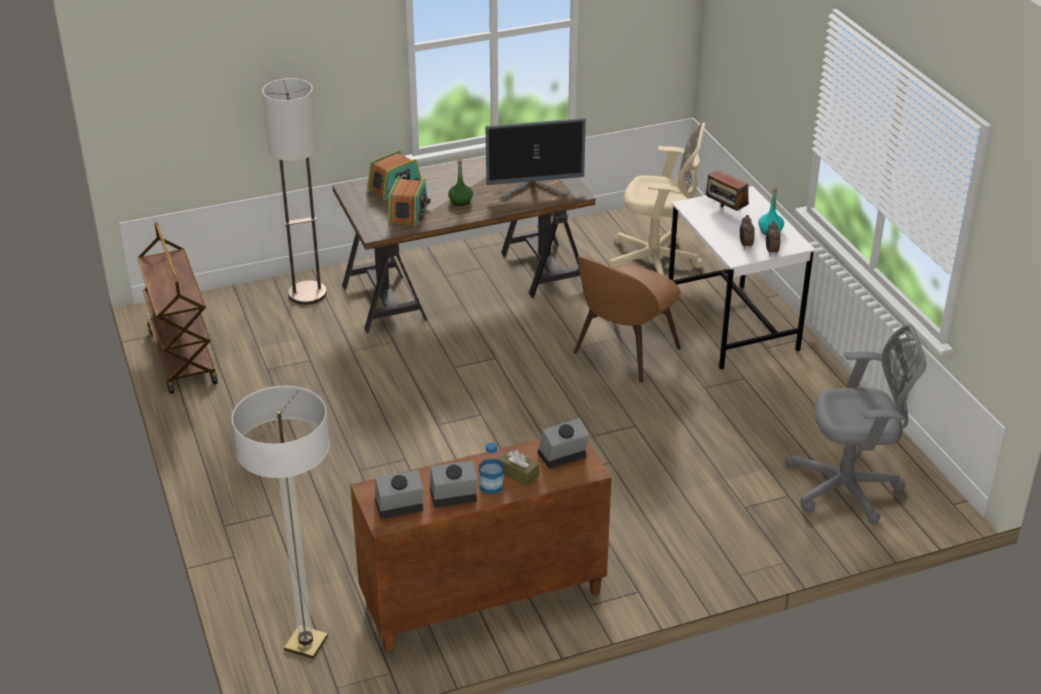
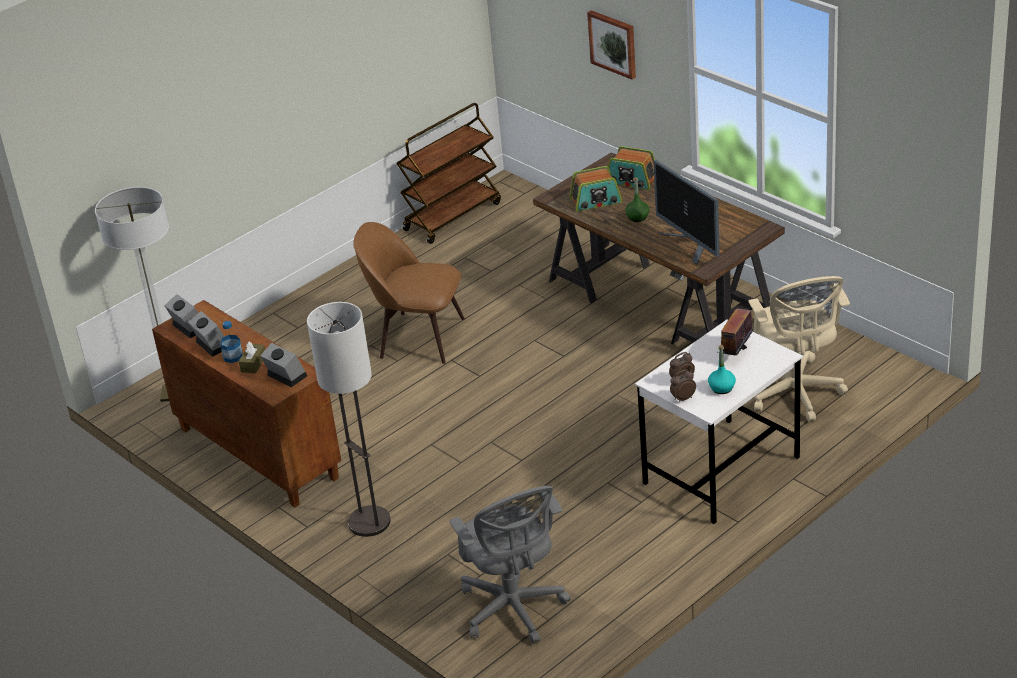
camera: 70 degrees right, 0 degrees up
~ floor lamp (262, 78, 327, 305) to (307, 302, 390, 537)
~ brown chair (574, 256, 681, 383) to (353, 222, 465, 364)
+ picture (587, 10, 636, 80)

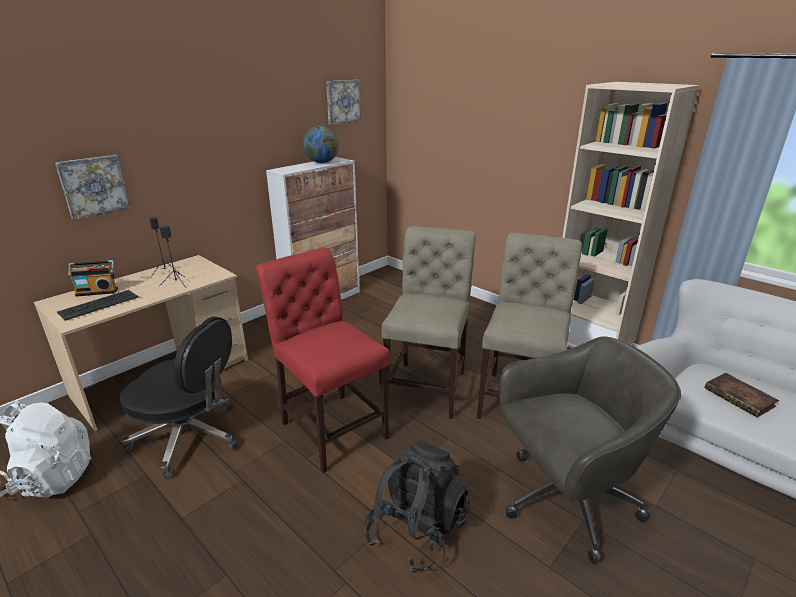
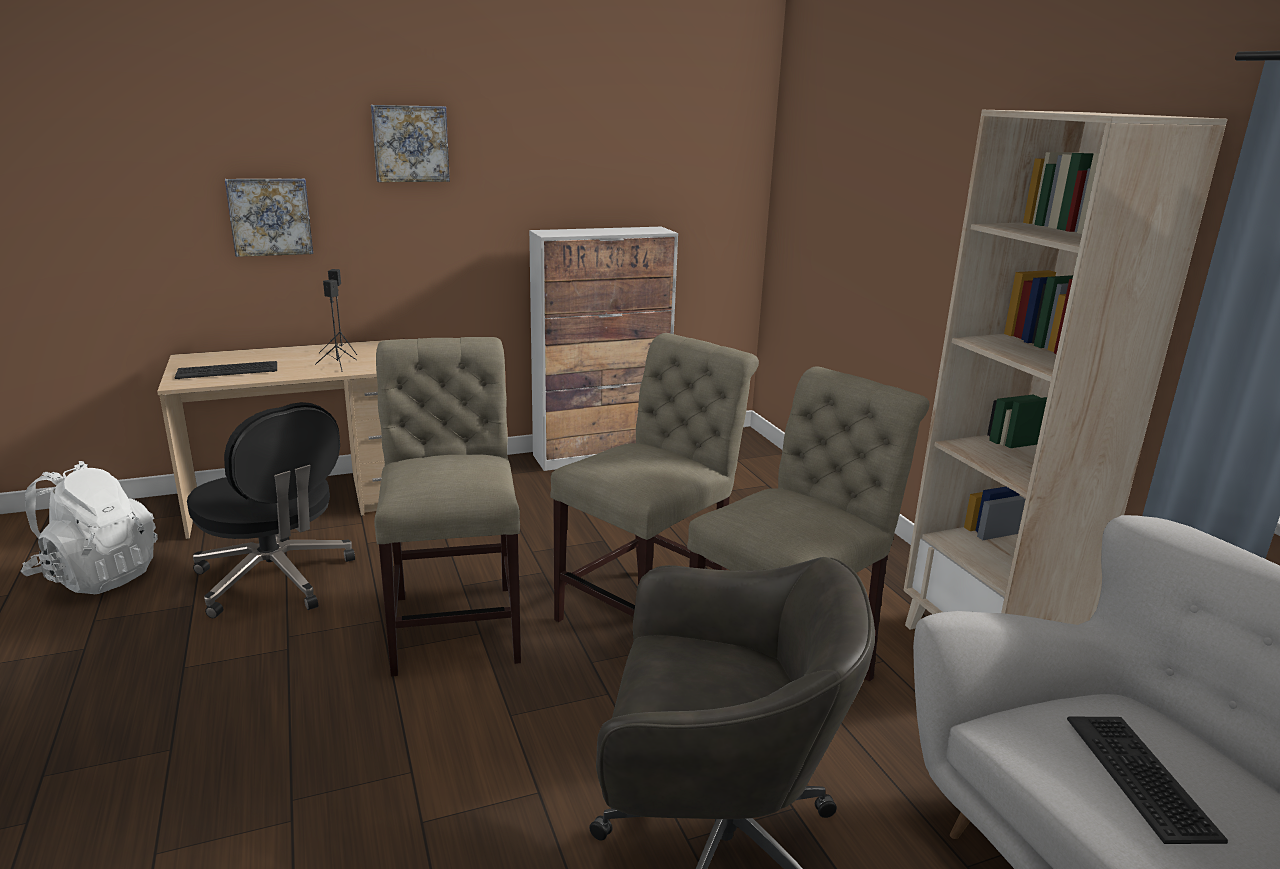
camera: 25 degrees right, 5 degrees down
- radio (68, 260, 118, 296)
~ red chair (256, 248, 390, 473) to beige chair (374, 337, 521, 677)
- globe (303, 126, 339, 163)
~ picture (326, 80, 361, 125) to (371, 105, 450, 182)
- black backpack (364, 441, 470, 573)
~ book (705, 373, 779, 418) to keyboard (1067, 717, 1228, 844)

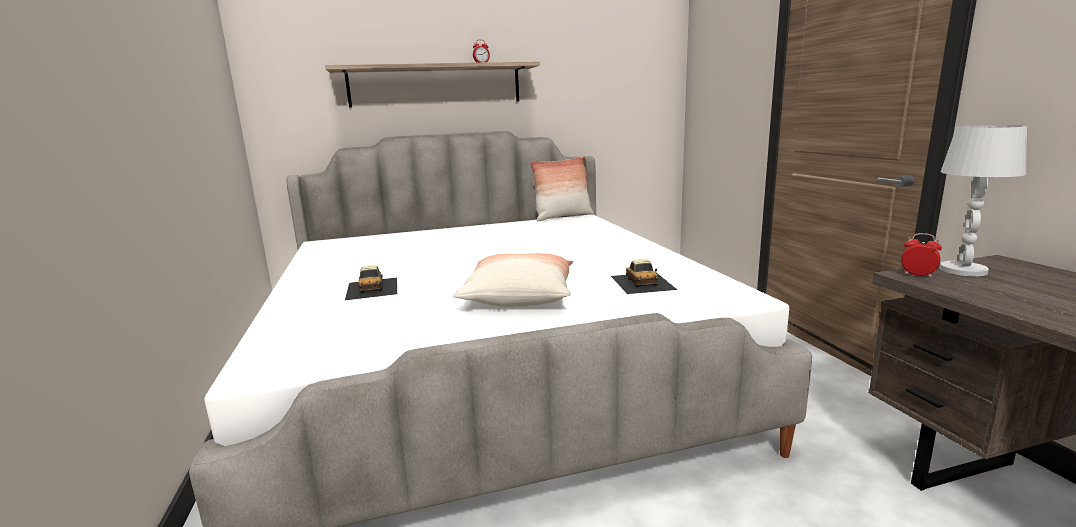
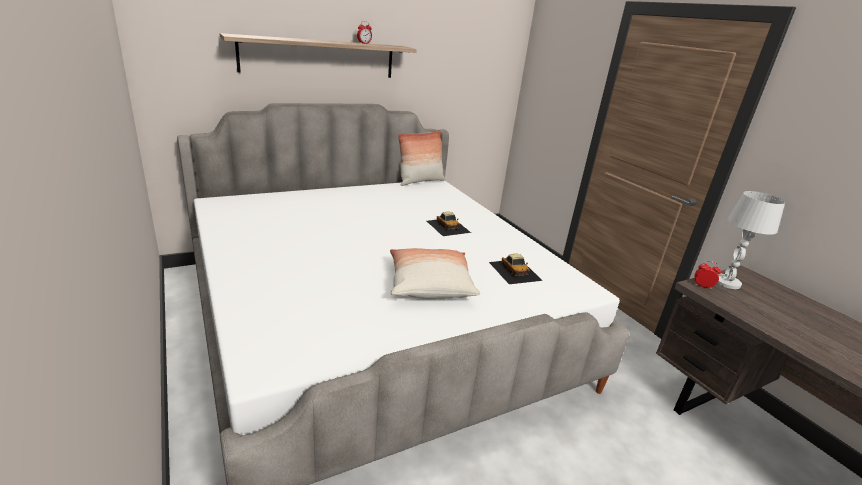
camera: 15 degrees left, 10 degrees up
~ toy car (345, 266, 397, 300) to (427, 212, 471, 236)

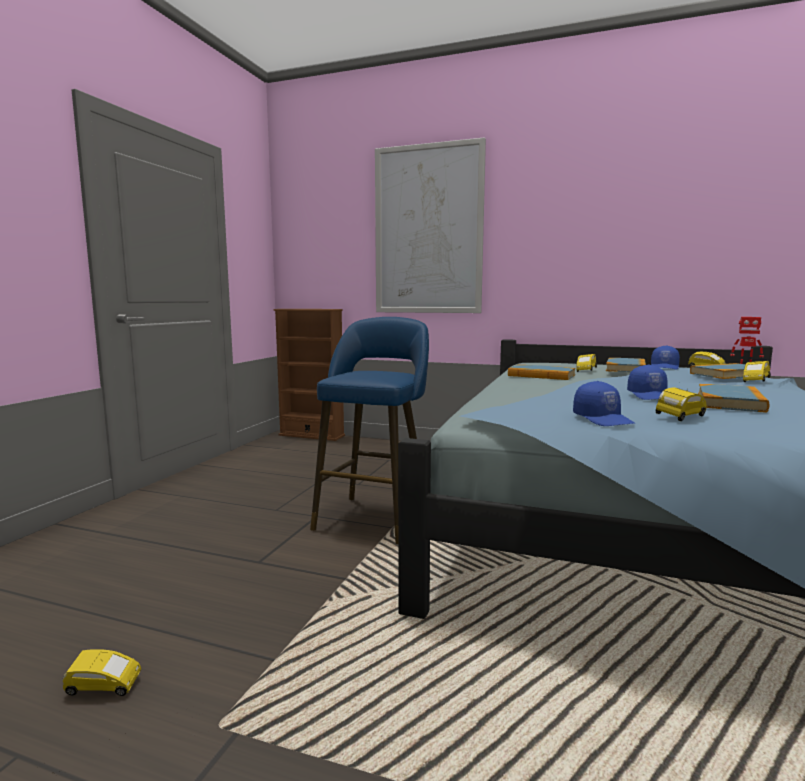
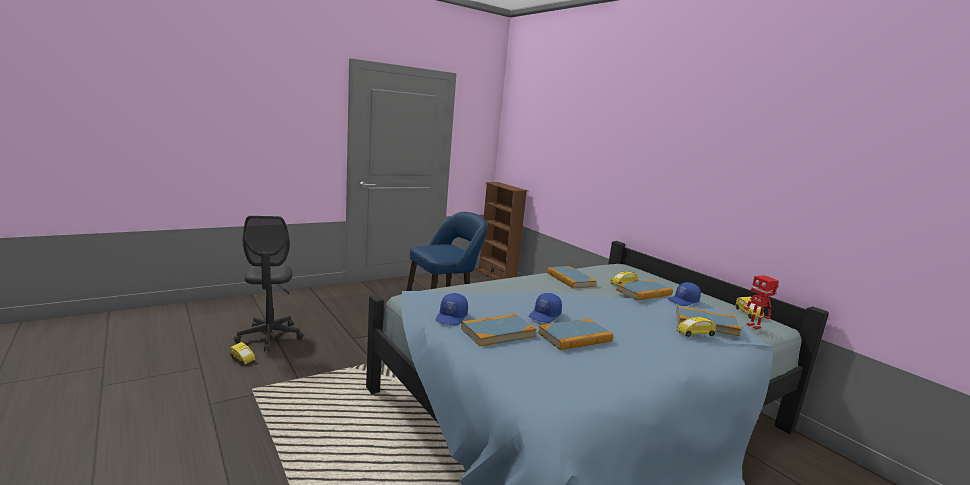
camera: 35 degrees right, 5 degrees up
- picture (375, 138, 486, 313)
~ yellow toy car (656, 387, 707, 421) to book (461, 314, 537, 346)
+ grey office chair (234, 216, 303, 351)

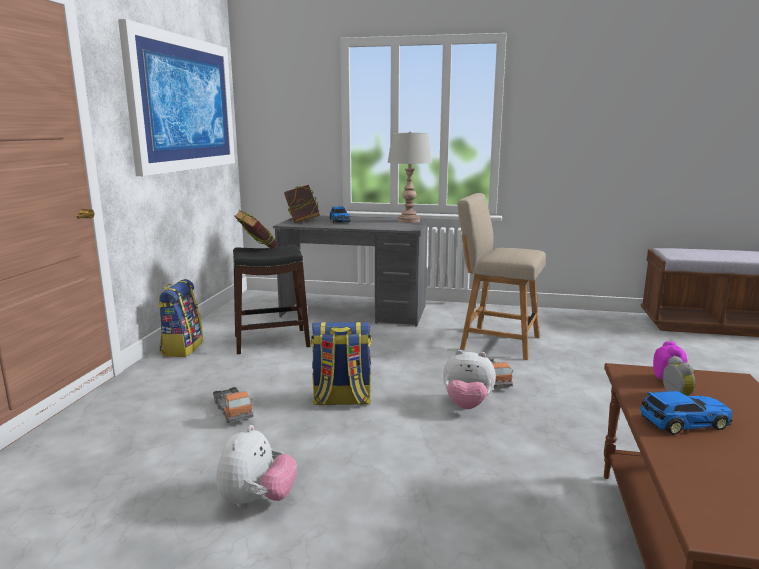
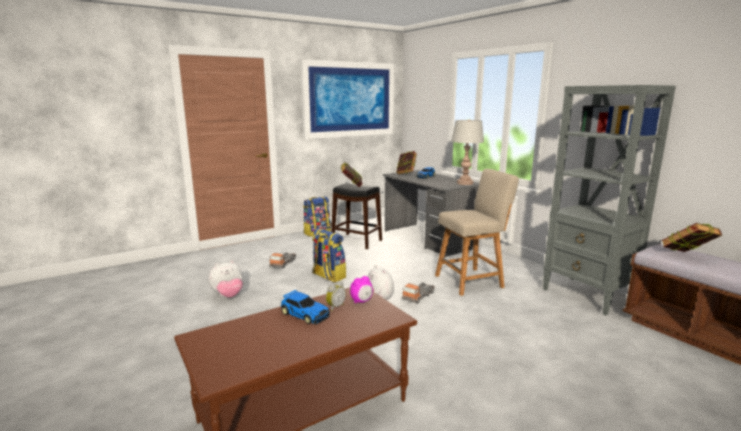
camera: 45 degrees right, 0 degrees up
~ beige chair (458, 193, 546, 360) = (435, 169, 519, 296) 90 degrees clockwise
+ grey bookcase (543, 85, 676, 315)
+ book (661, 223, 722, 252)

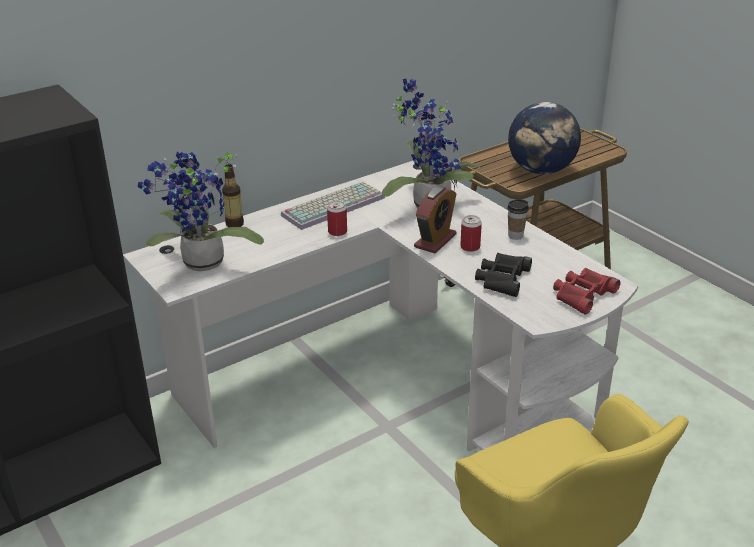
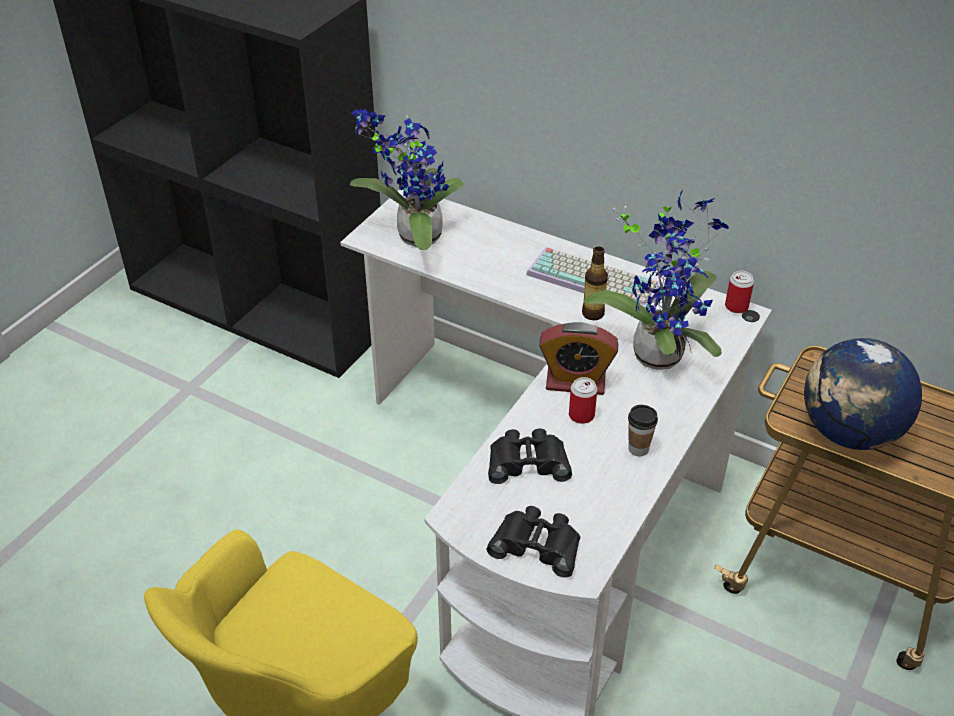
camera: 65 degrees right, 10 degrees up
~ bottle (222, 164, 244, 227) to (582, 246, 608, 320)
~ can (327, 201, 347, 236) to (725, 271, 754, 313)
~ red binoculars (553, 268, 621, 314) to black binoculars (487, 506, 581, 578)

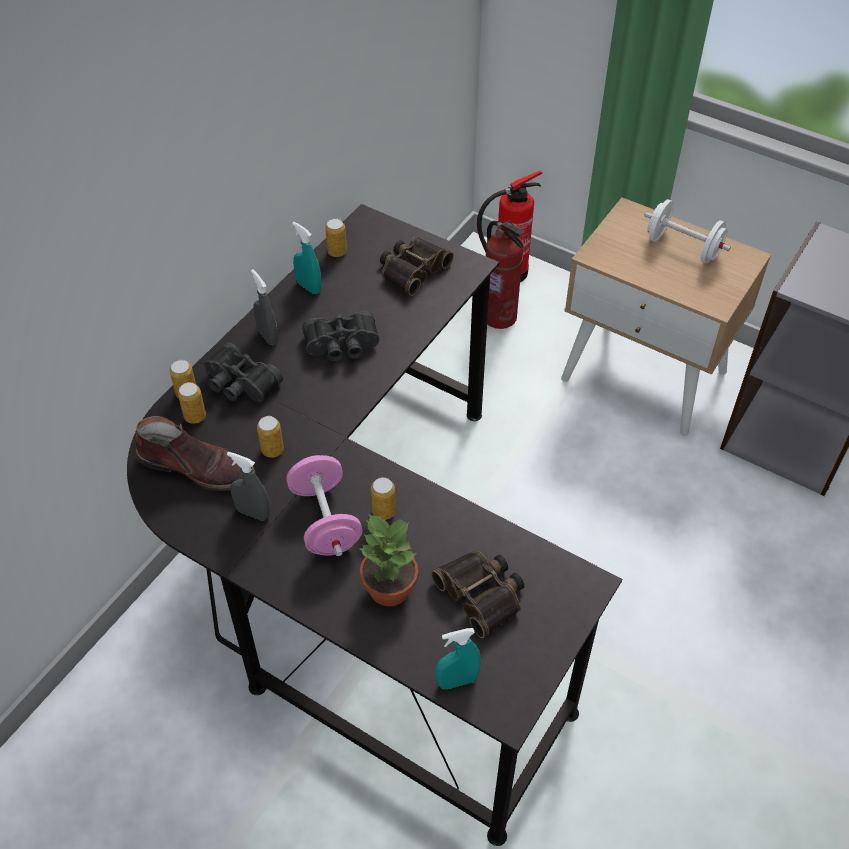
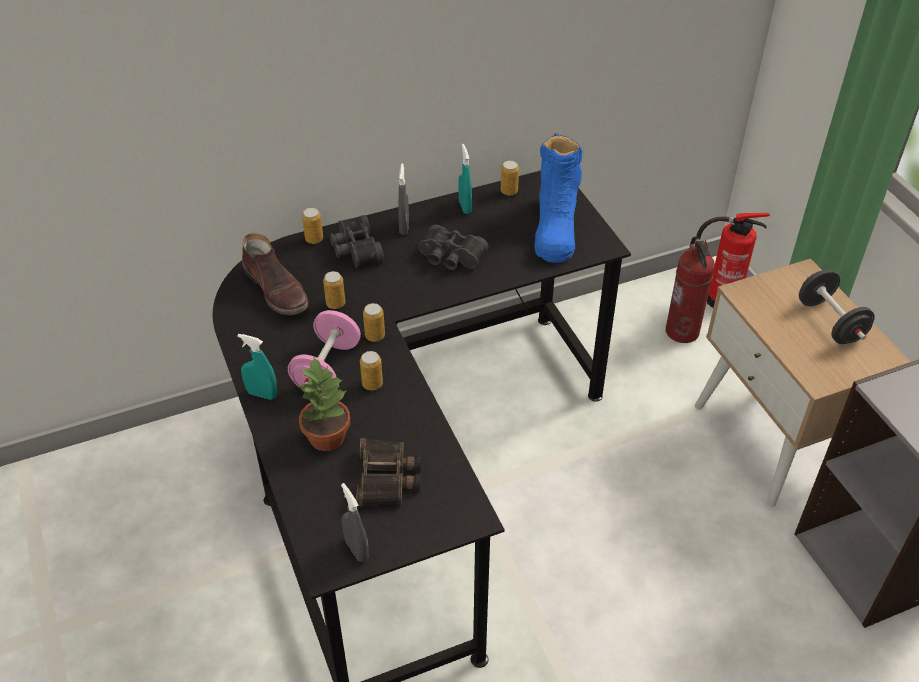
camera: 35 degrees right, 5 degrees down
~ can (178, 382, 206, 424) to (363, 303, 385, 342)
~ grey spray bottle (227, 452, 270, 521) to (341, 483, 369, 562)
~ binoculars (380, 236, 454, 296) to blue boot (534, 134, 582, 263)
~ turquoise spray bottle (436, 628, 481, 690) to (238, 334, 277, 400)
~ white dumbbell (644, 199, 731, 264) to black dumbbell (799, 269, 875, 344)

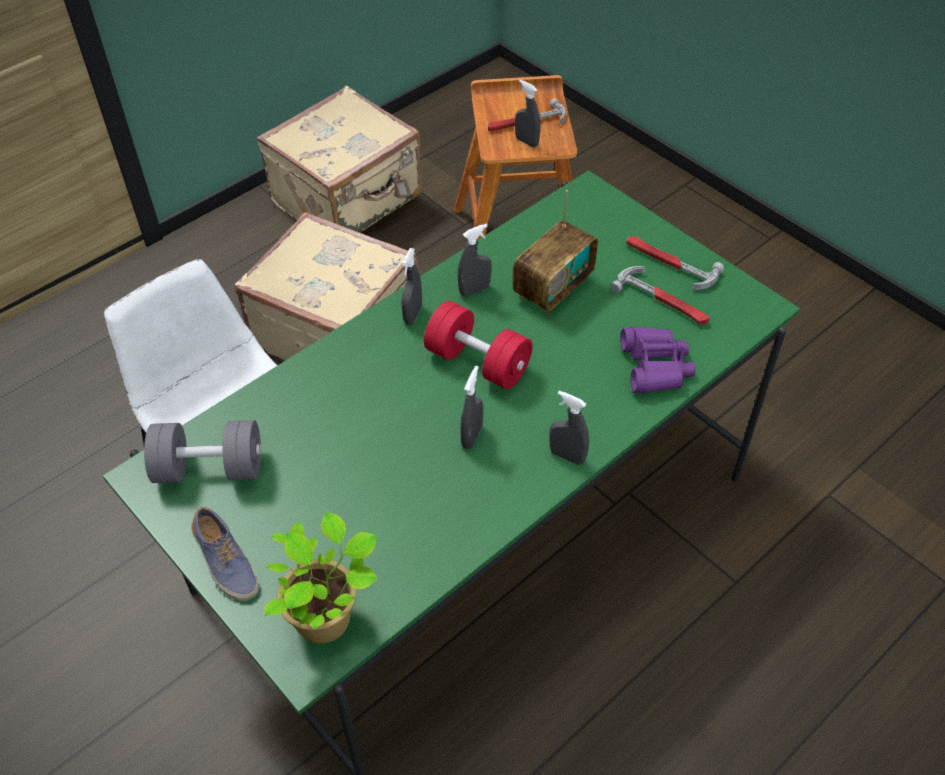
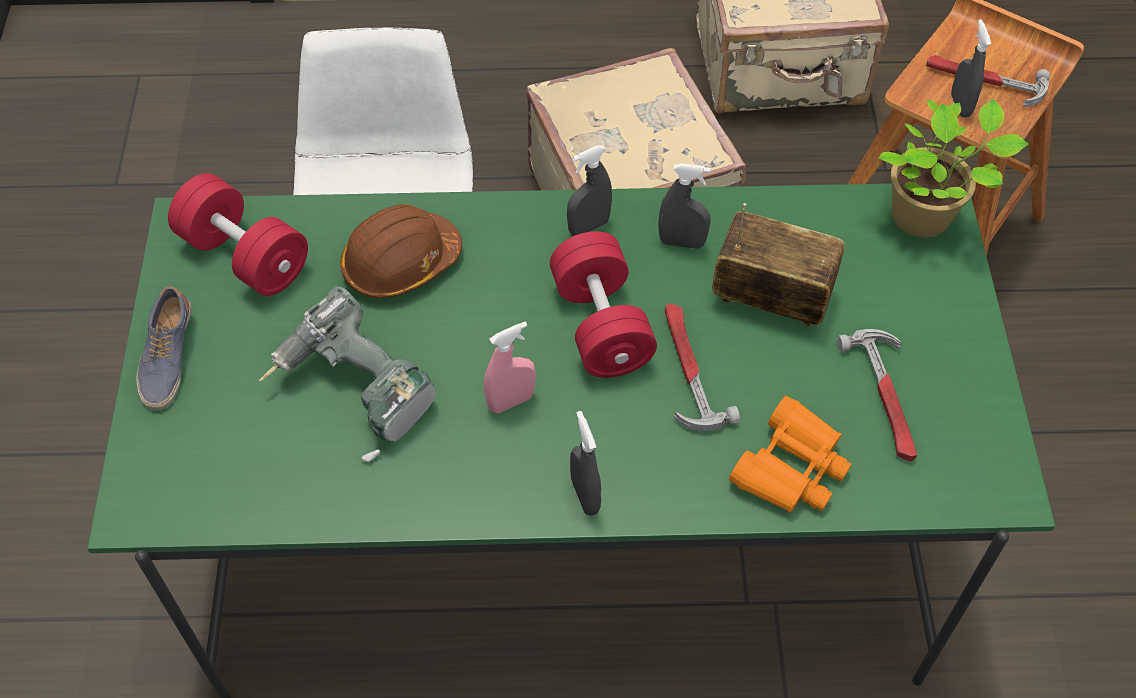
camera: 40 degrees right, 5 degrees up
~ grey dumbbell (144, 420, 261, 483) to red dumbbell (168, 173, 308, 296)
~ potted plant (264, 512, 378, 644) to (879, 99, 1028, 238)
~ grey spray bottle (460, 366, 483, 449) to pink spray bottle (484, 322, 536, 414)
~ radio (512, 190, 598, 315) = (712, 203, 845, 327) 150 degrees counterclockwise
~ purple binoculars (620, 327, 695, 394) to orange binoculars (729, 396, 852, 513)
~ hammer (626, 236, 724, 290) to (665, 304, 740, 431)
+ power drill (259, 287, 436, 462)
+ brown hard hat (340, 204, 462, 298)

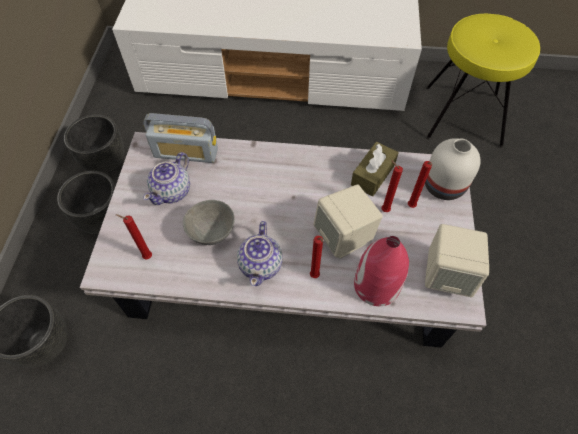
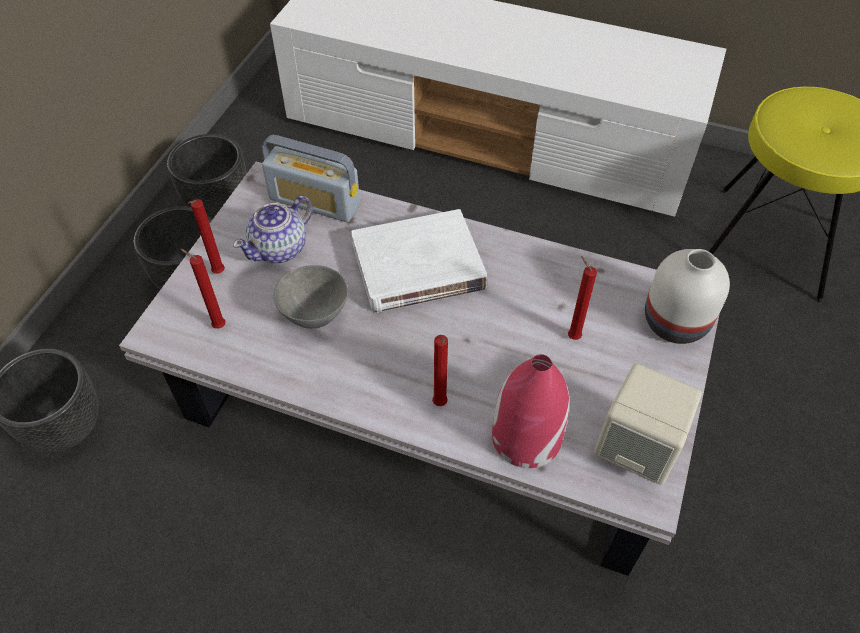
camera: 15 degrees right, 5 degrees down
- teapot (237, 221, 283, 286)
- beige speaker (313, 185, 383, 259)
- brown tissue box (351, 142, 399, 196)
~ red candle (408, 161, 432, 208) to (188, 199, 225, 274)
+ white book (351, 209, 488, 313)

